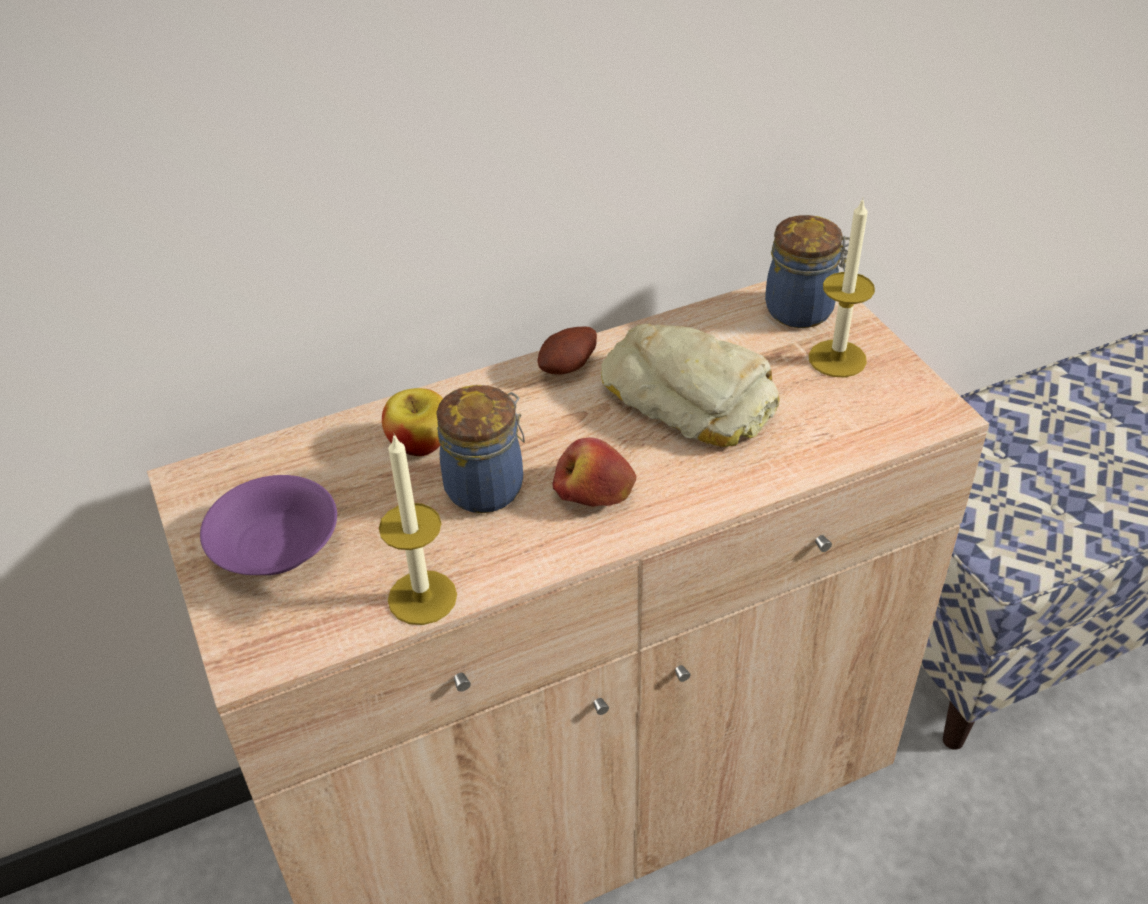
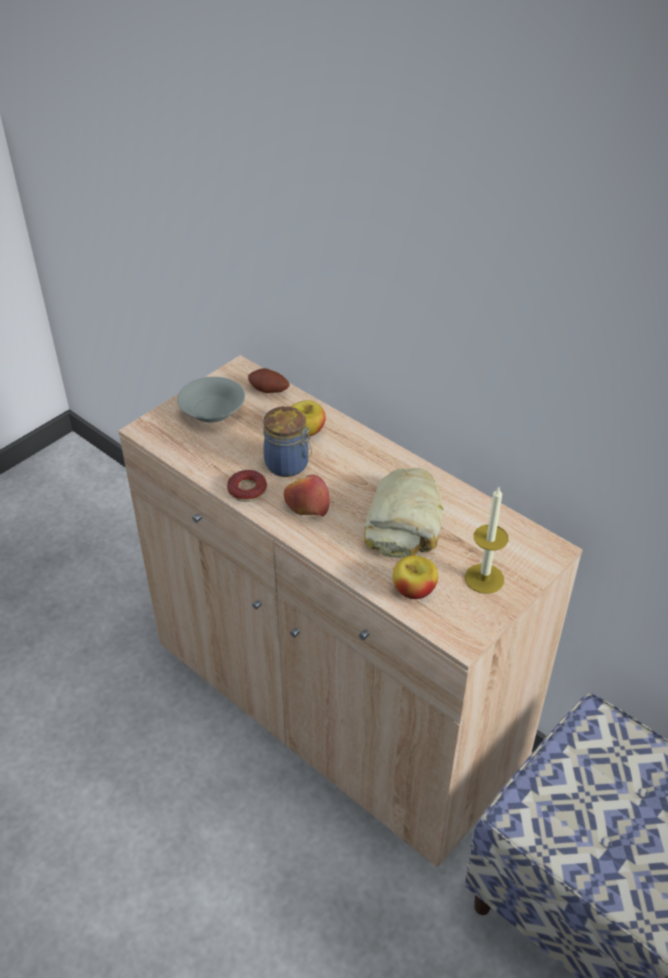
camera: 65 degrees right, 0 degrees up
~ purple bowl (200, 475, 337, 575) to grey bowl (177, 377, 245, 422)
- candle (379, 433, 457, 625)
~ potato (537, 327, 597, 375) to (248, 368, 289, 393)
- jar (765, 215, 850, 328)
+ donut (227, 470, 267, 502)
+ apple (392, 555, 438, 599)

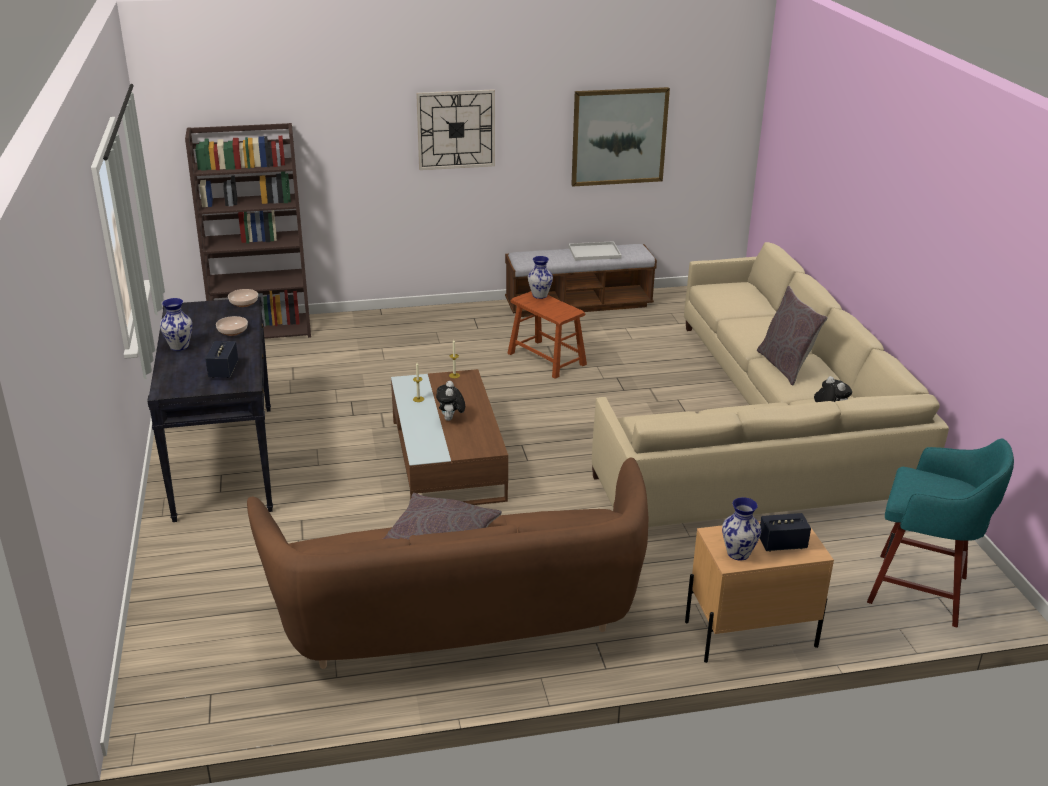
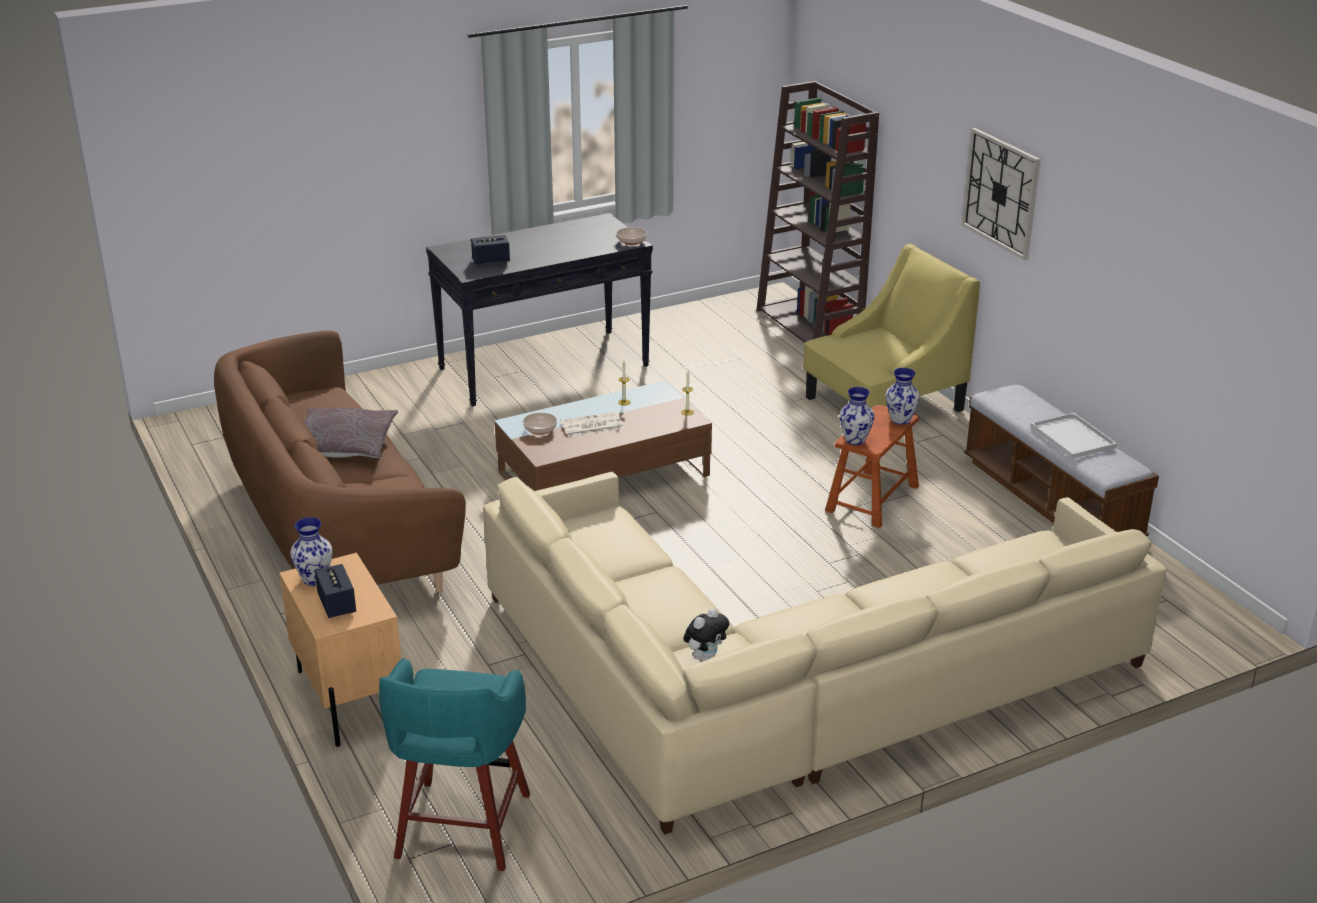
camera: 75 degrees right, 0 degrees up
~ vase (160, 298, 192, 351) to (840, 387, 875, 445)
~ bowl (216, 316, 248, 336) to (523, 413, 557, 435)
~ plush toy (436, 381, 465, 421) to newspaper (561, 412, 624, 437)
- picture (571, 87, 670, 186)
- grey pillow (757, 286, 828, 385)
+ yellow armchair (803, 244, 980, 412)

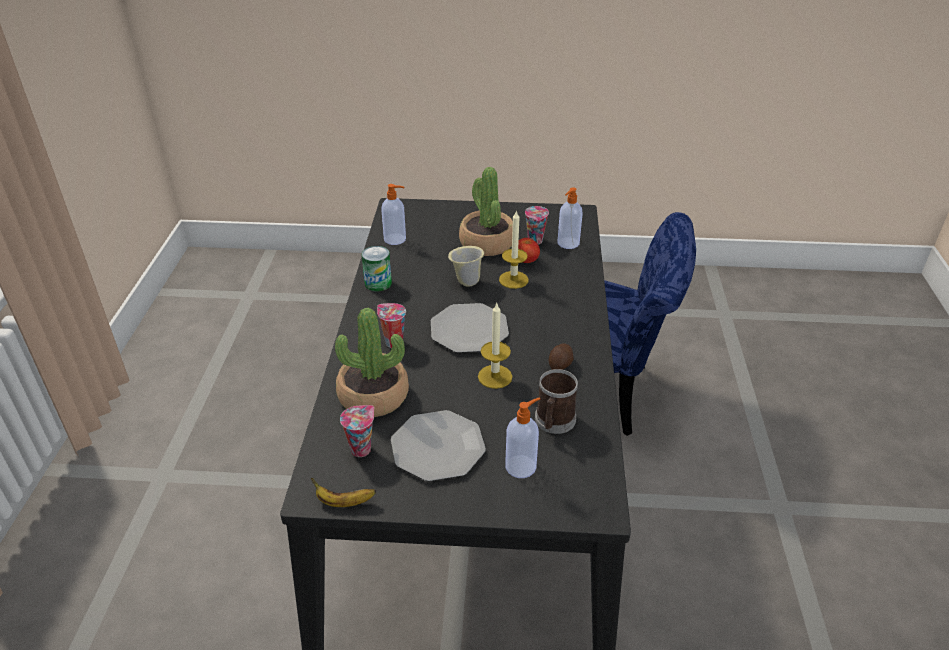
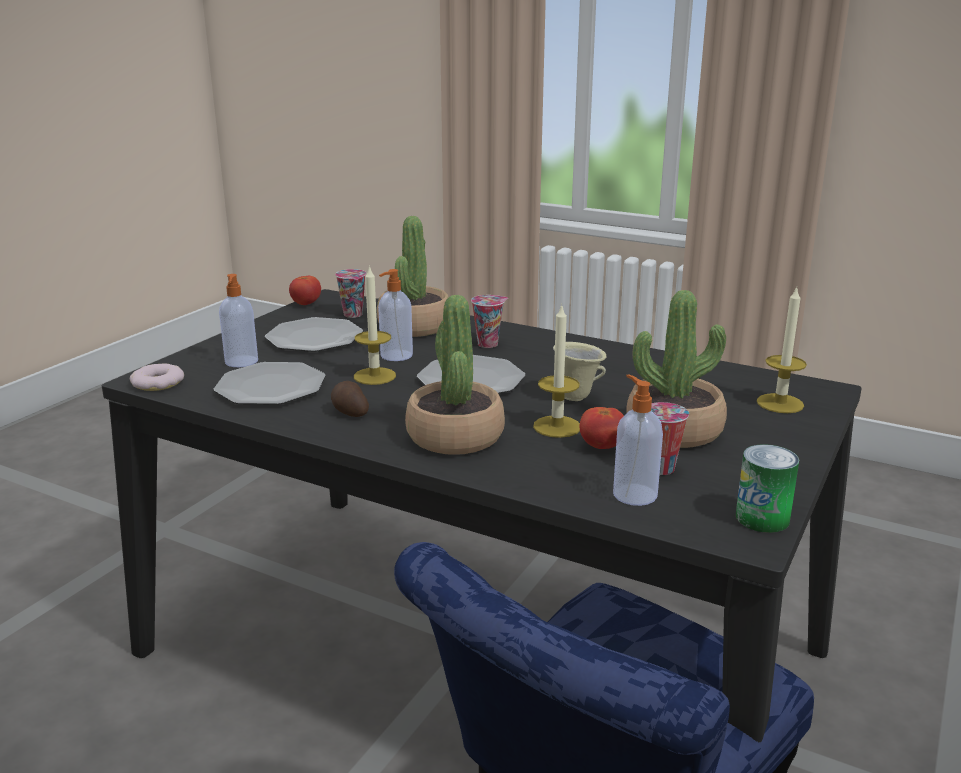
camera: 115 degrees right, 15 degrees down
~ banana (311, 478, 376, 507) to tomato (289, 276, 321, 305)
~ can (362, 246, 392, 291) to (736, 444, 799, 533)
~ soap dispenser (381, 184, 406, 245) to (378, 269, 413, 361)
~ mug (535, 369, 578, 434) to plate (214, 362, 326, 405)
+ donut (130, 364, 184, 391)
+ potted plant (405, 295, 505, 455)
+ candle (757, 287, 807, 413)

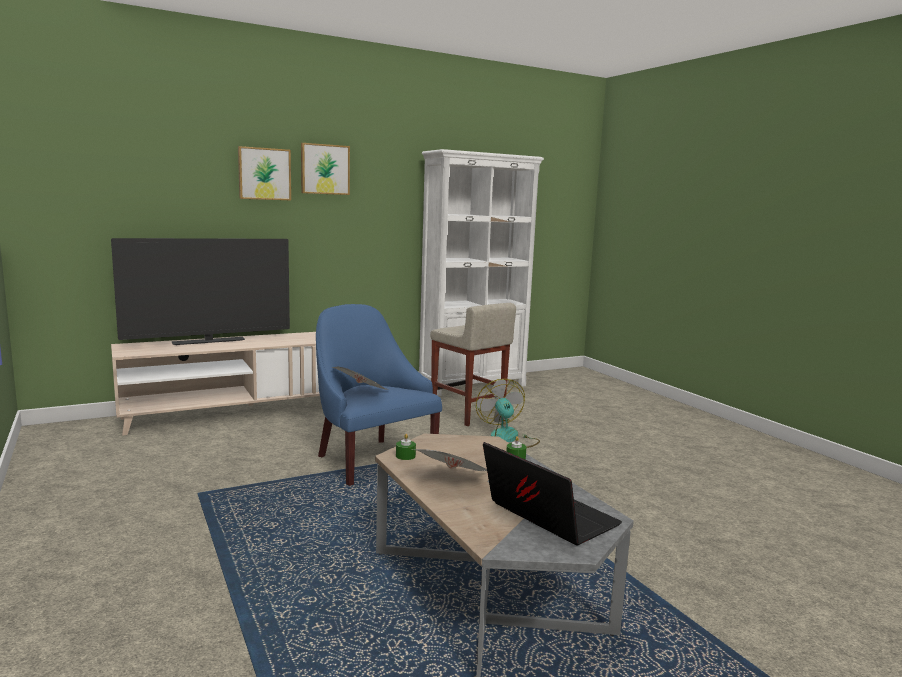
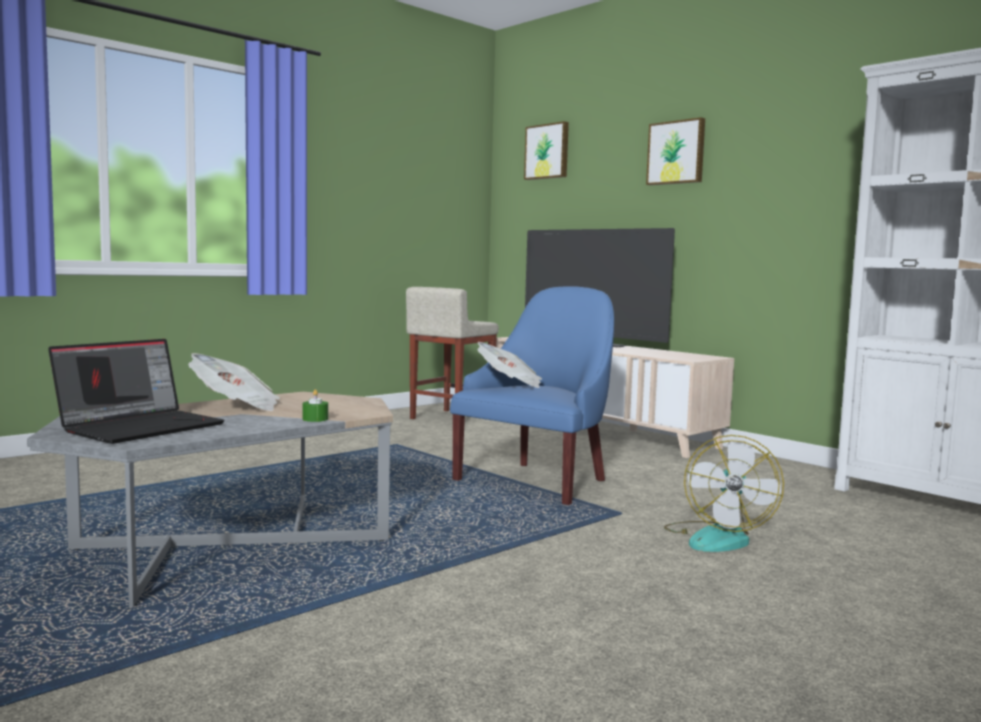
camera: 75 degrees right, 5 degrees down
~ picture (301, 143, 350, 195) to (524, 121, 569, 180)
- green candle (396, 434, 416, 460)
~ beige stool (430, 303, 516, 426) to (406, 287, 499, 419)
~ fan (476, 379, 540, 448) = (664, 435, 784, 552) 135 degrees clockwise

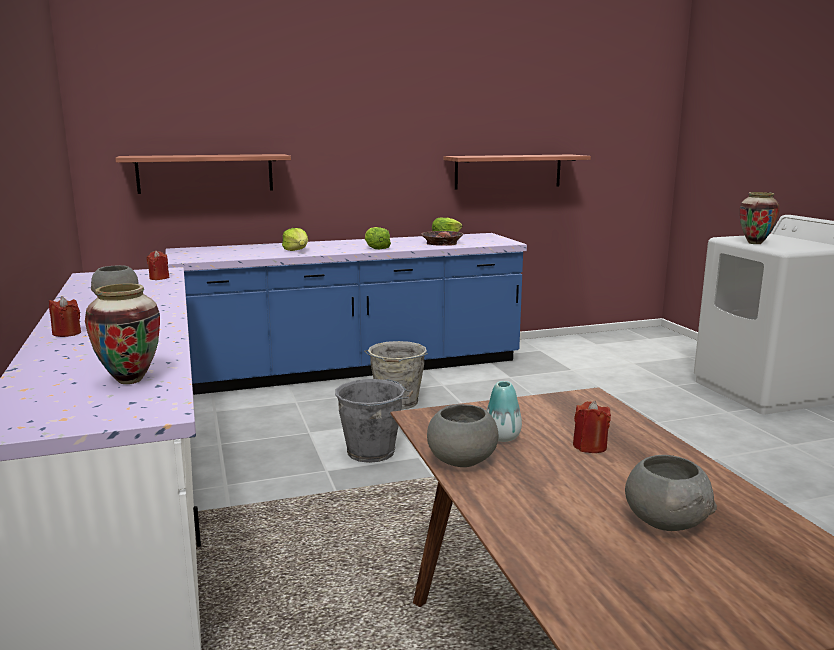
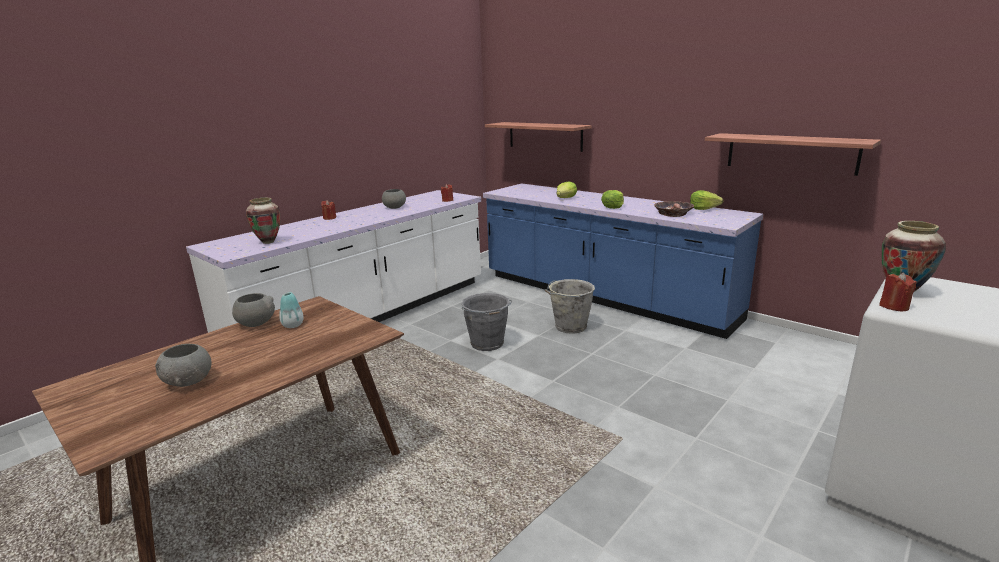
camera: 60 degrees right, 5 degrees up
~ red candle (573, 401, 611, 453) to (879, 273, 917, 311)

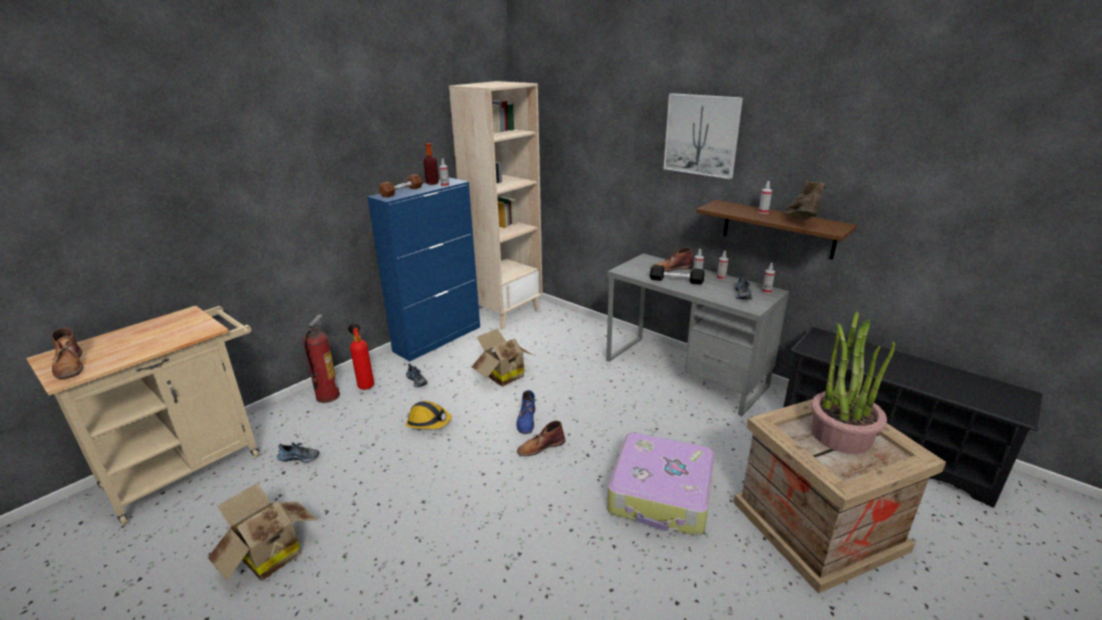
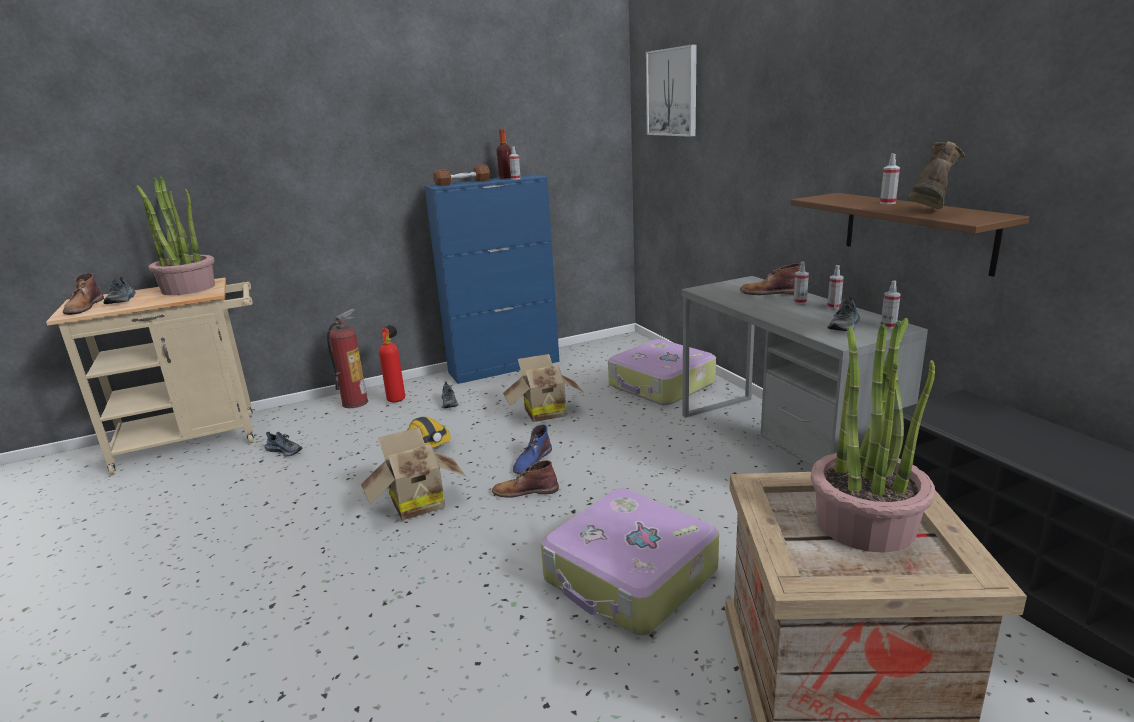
camera: 25 degrees right, 5 degrees down
~ cardboard box (208, 483, 318, 581) to (361, 427, 466, 521)
- beige bookcase (449, 81, 543, 330)
- black dumbbell (650, 265, 705, 285)
~ picture (664, 93, 743, 179) to (646, 44, 697, 137)
+ shoe (104, 277, 136, 304)
+ potted plant (136, 176, 215, 295)
+ suitcase (608, 339, 716, 405)

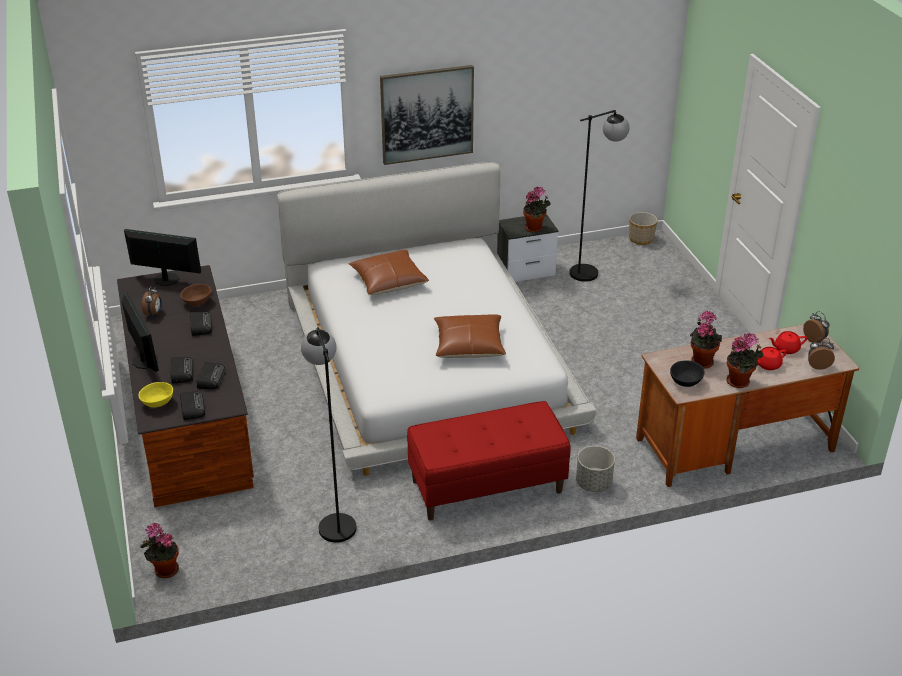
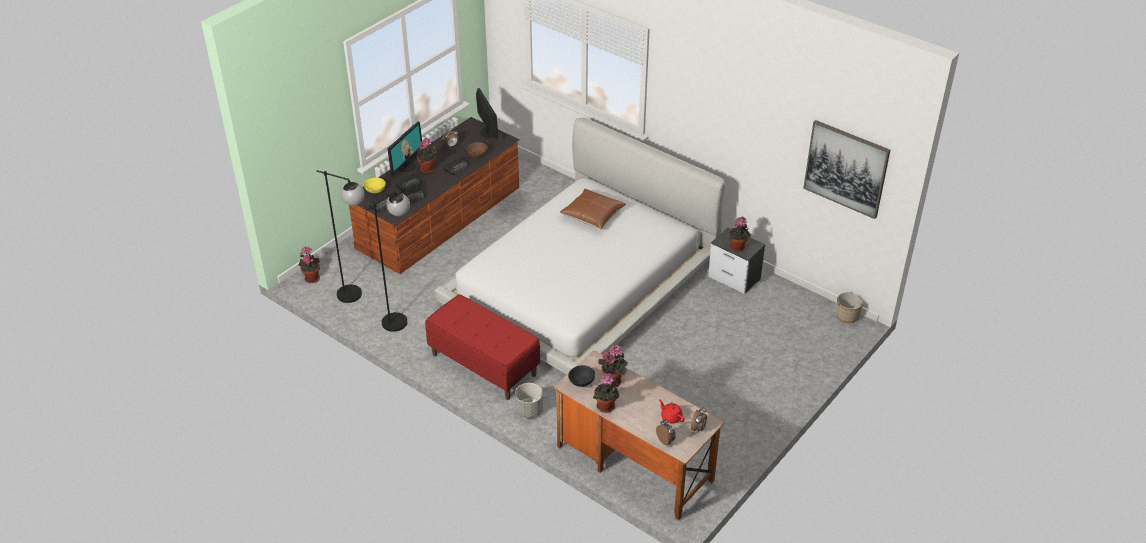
camera: 55 degrees right, 5 degrees up
~ picture (380, 65, 474, 165) to (803, 120, 890, 219)
- brown pillow (434, 314, 506, 358)
~ black floor lamp (569, 110, 630, 282) to (317, 170, 365, 303)
- red teapot (757, 347, 787, 370)
+ potted plant (417, 138, 437, 173)

